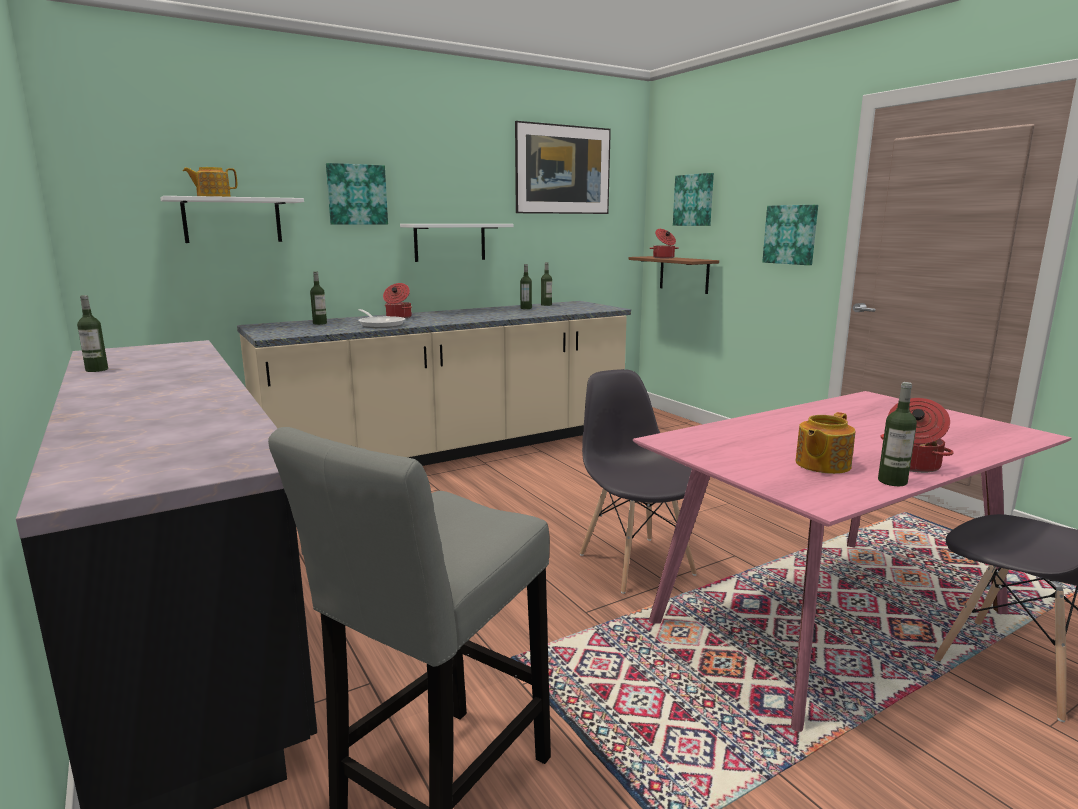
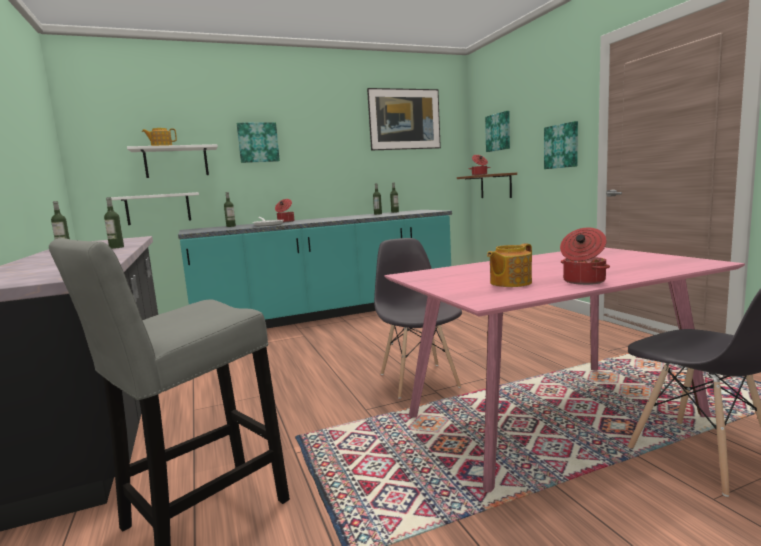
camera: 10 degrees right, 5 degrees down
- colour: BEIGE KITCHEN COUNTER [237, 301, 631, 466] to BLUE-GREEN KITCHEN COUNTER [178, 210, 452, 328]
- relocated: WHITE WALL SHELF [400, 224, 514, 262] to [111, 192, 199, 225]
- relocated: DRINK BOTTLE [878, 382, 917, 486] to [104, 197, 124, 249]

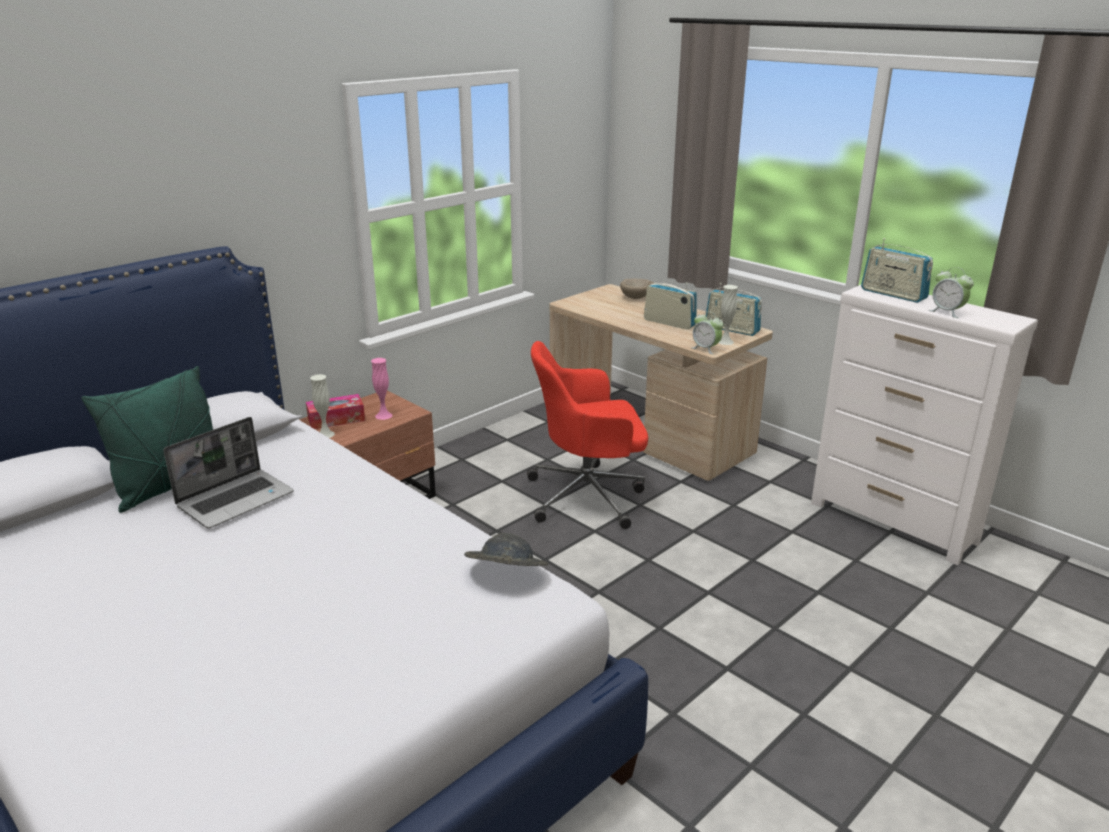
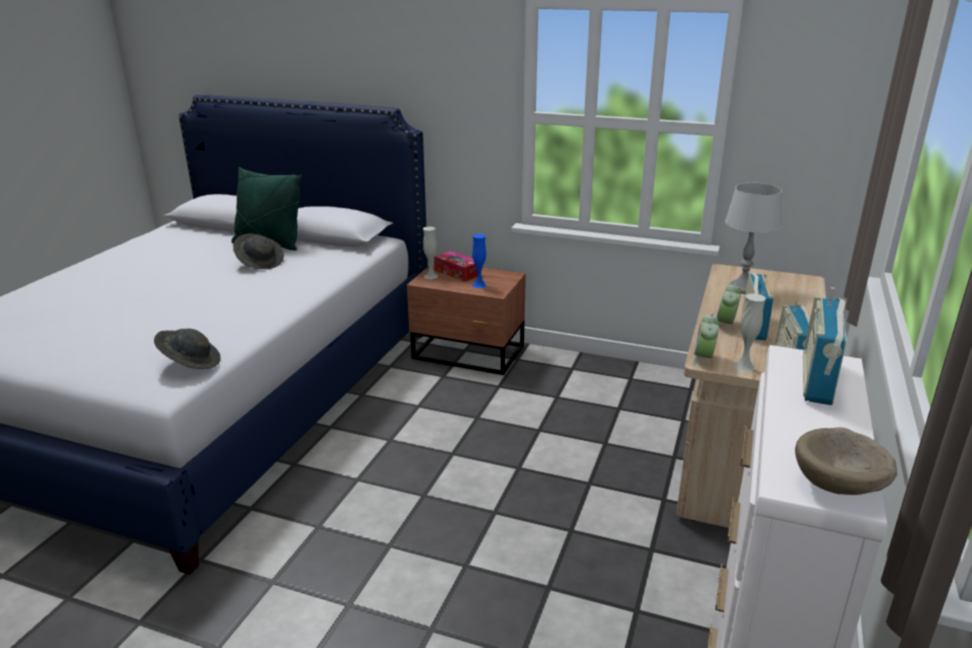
camera: 65 degrees right, 0 degrees up
- exchanged: PORTABLE COMPUTER [163, 417, 294, 528] to GREYISH CLOTHING HAT [233, 233, 284, 269]
- colour: PINKISH VASE [371, 358, 392, 420] to BLUISH VASE [472, 234, 487, 288]
- missing: RED DESK CHAIR [527, 341, 648, 529]
- relocated: BEIGE SERVING BOWL [620, 278, 654, 299] to [795, 427, 897, 495]
- relocated: ALARM CLOCK [929, 267, 974, 318] to [717, 283, 741, 326]
- appeared: GREYISH TABLETOP LAMP [725, 183, 782, 294]

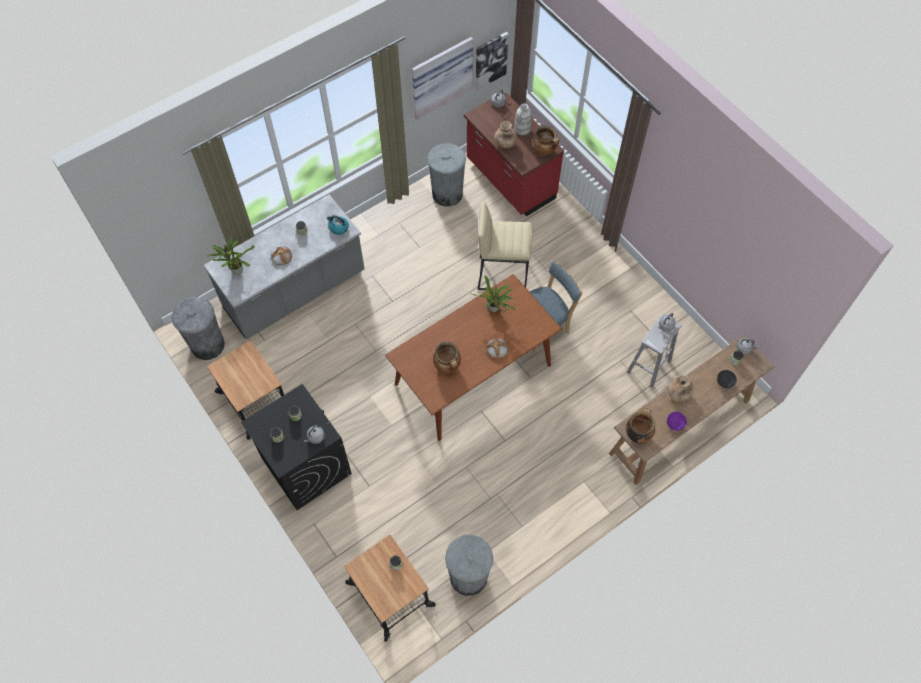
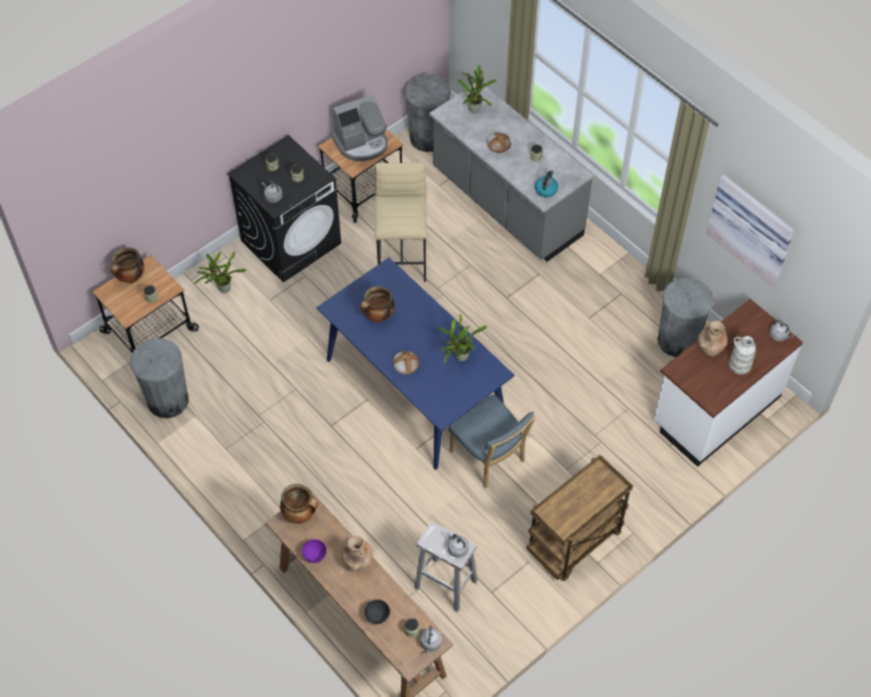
camera: 85 degrees right, 5 degrees down
- colour: BROWNISH DINNER TABLE [385, 274, 562, 441] to BLUISH DINNER TABLE [317, 257, 515, 470]
- colour: RED KITCHEN COUNTER [464, 91, 564, 217] to WHITE KITCHEN COUNTER [654, 299, 803, 467]
- missing: PICTURE [476, 32, 509, 90]
- relocated: BEIGE STOOL [477, 202, 532, 290] to [375, 163, 427, 282]
- relocated: COOKING POT [532, 125, 559, 156] to [111, 247, 144, 283]
- appeared: PLANT IN A POT [194, 252, 246, 293]
- appeared: COFFEE MAKER [332, 94, 388, 161]
- appeared: BROWNISH TROLLEY [526, 455, 633, 581]

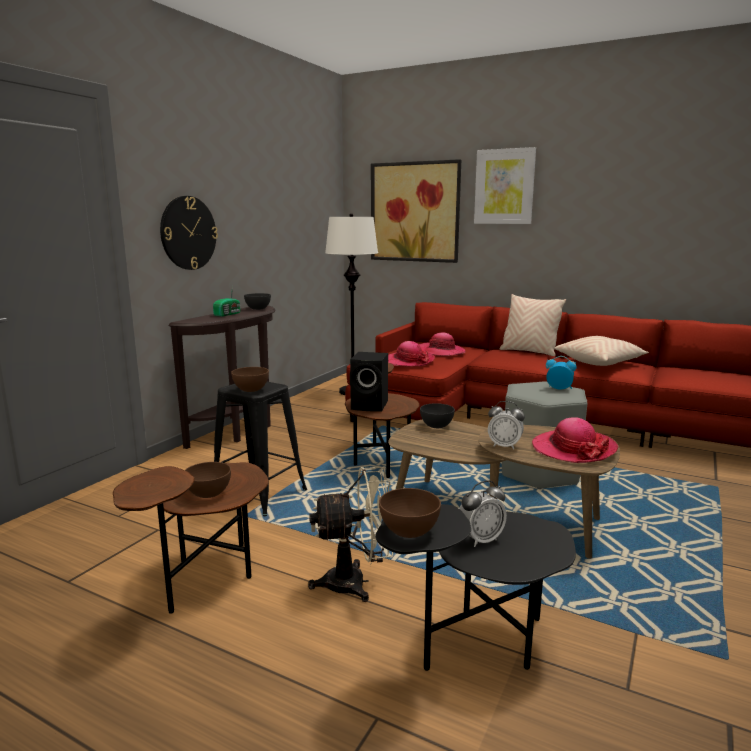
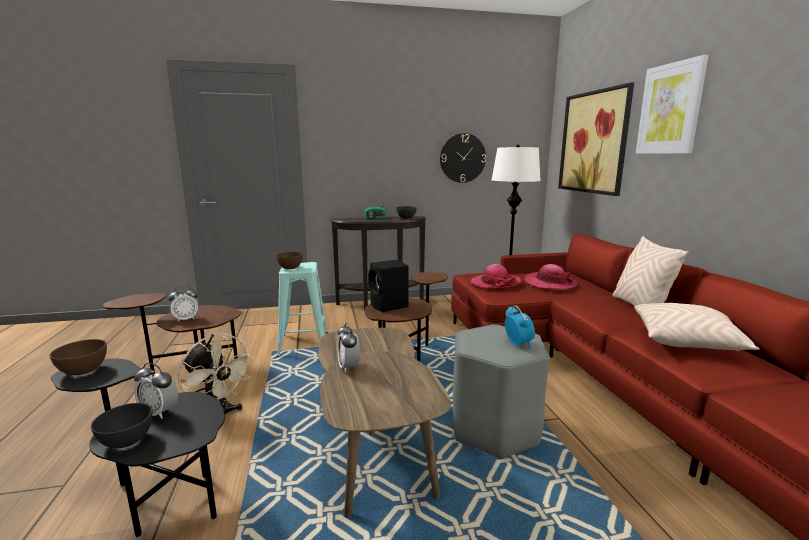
camera: 50 degrees right, 0 degrees up
- relocated: CLOCK ON THE WALL [160, 196, 218, 270] to [440, 133, 486, 183]
- exchanged: BROWNISH SERVING BOWL [185, 462, 231, 498] to ALARM CLOCK [168, 286, 198, 322]
- colour: BLACK STOOL [214, 382, 307, 516] to BLUE-GREEN STOOL [277, 262, 328, 357]
- relocated: GREYISH SERVING BOWL [420, 403, 455, 428] to [91, 403, 153, 448]
- missing: CLOTHING HAT [532, 417, 619, 463]

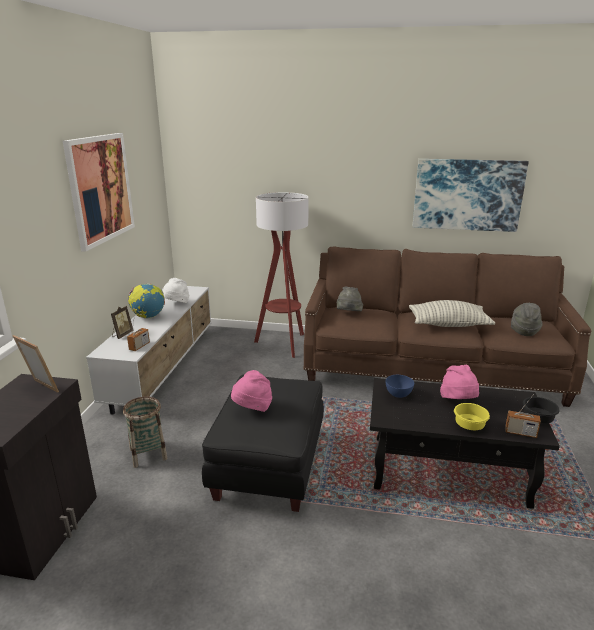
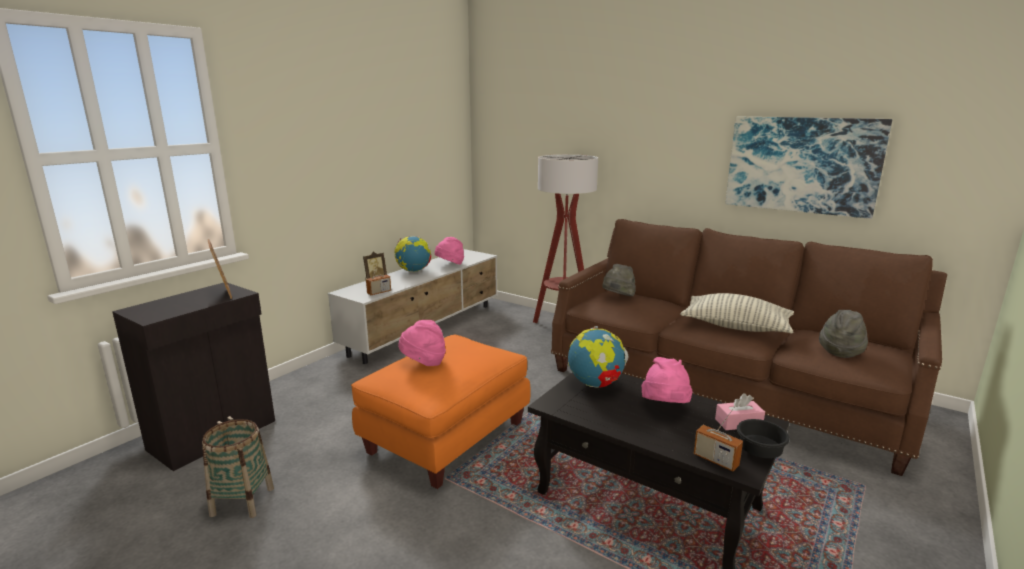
camera: 25 degrees right, 5 degrees down
- missing: PICTURE [63, 133, 135, 252]
- relocated: HOUSEHOLD BASKET [123, 397, 167, 468] to [202, 419, 274, 518]
- colour: WHITE CLOTHING HAT [162, 278, 189, 303] to PINKISH CLOTHING HAT [435, 237, 464, 265]
- colour: BLACK POUFFE [202, 374, 324, 512] to ORANGE POUFFE [351, 335, 530, 489]
- exchanged: BLUISH SERVING BOWL [386, 375, 414, 398] to DESK GLOBE [568, 326, 629, 388]
- missing: YELLOW-COLOURED SERVING BOWL [454, 403, 490, 430]
- appeared: PINKISH TISSUE HOLDER [715, 393, 765, 430]

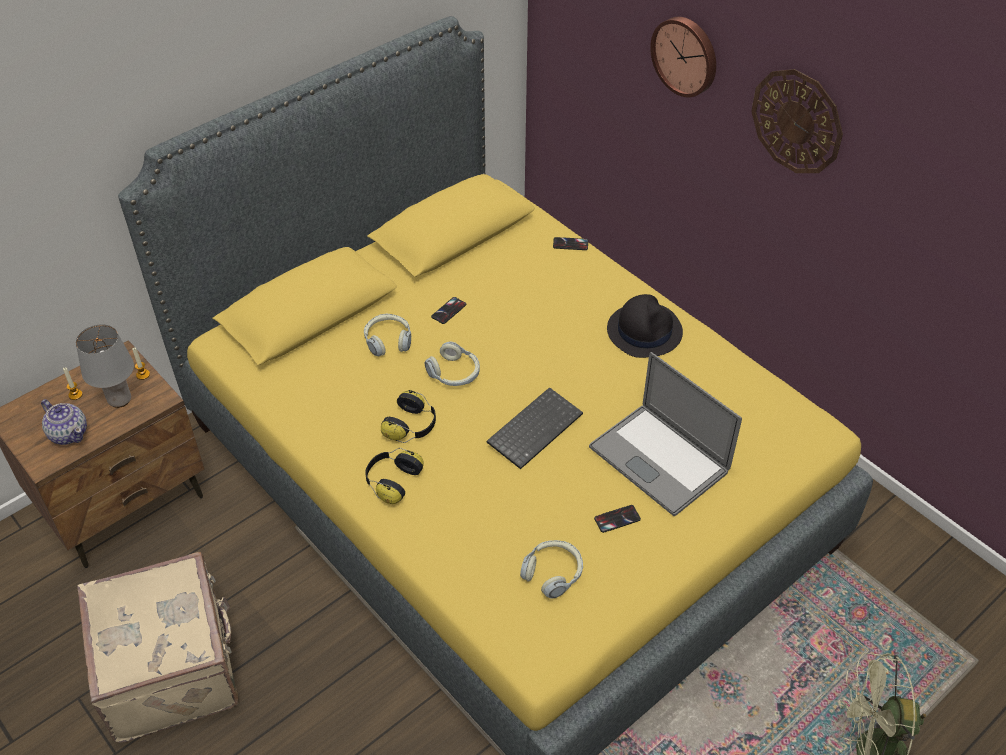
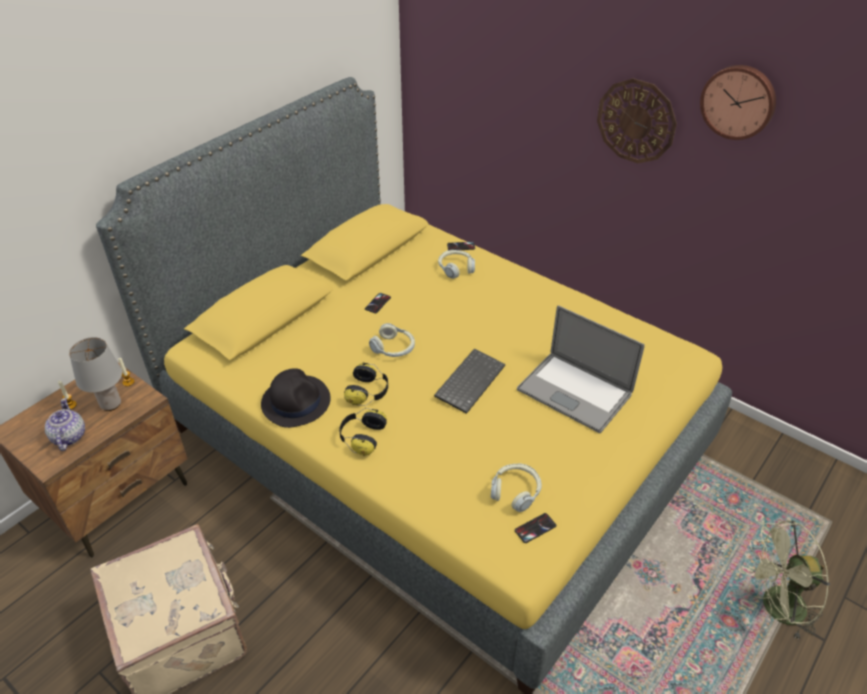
camera: 10 degrees left, 5 degrees down
- spun: POT FOR TEA [41, 399, 87, 445] = [45, 398, 85, 451] 135 degrees counterclockwise
- relocated: PAIR OF HEADPHONES [364, 314, 411, 356] to [438, 250, 475, 279]
- relocated: TELEPHONE [594, 505, 641, 533] to [515, 513, 556, 543]
- relocated: BLACK CLOTHING HAT [607, 294, 683, 358] to [261, 368, 331, 428]
- relocated: CLOCK ON THE WALL [650, 17, 716, 97] to [700, 65, 776, 140]

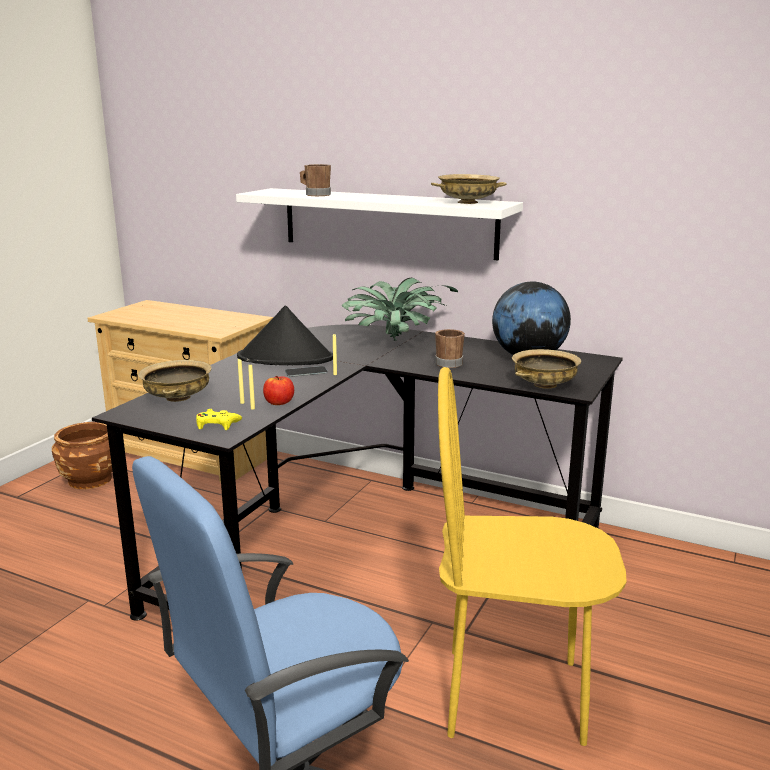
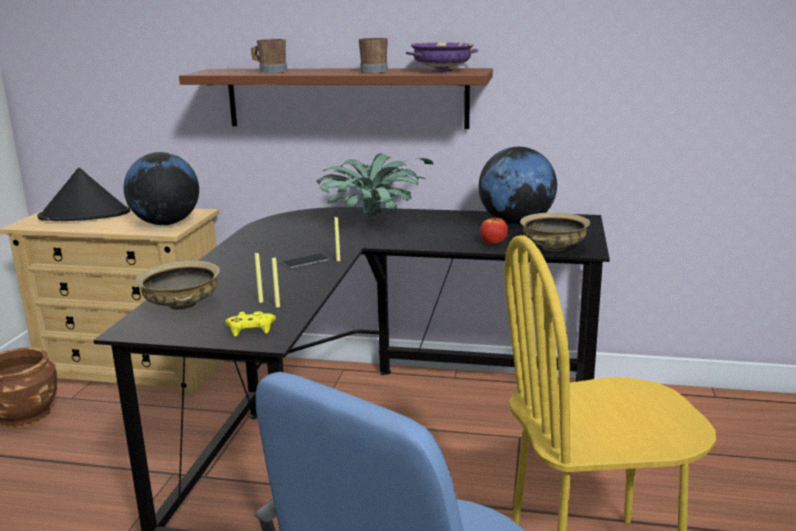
camera: 15 degrees left, 0 degrees up
- colour: WHITE WALL SHELF [236, 188, 523, 261] to BROWNISH WALL SHELF [179, 68, 493, 129]
- relocated: BLACK CLOTHING HAT [237, 306, 333, 365] to [37, 168, 130, 221]
- relocated: APPLE FRUIT [263, 376, 294, 405] to [480, 217, 508, 244]
- colour: BEIGE SERVING BOWL [431, 174, 507, 204] to PURPLE SERVING BOWL [406, 42, 478, 72]
- relocated: BROWNISH COFFEE MUG [435, 329, 465, 368] to [358, 38, 388, 73]
- appeared: DESK GLOBE [124, 152, 199, 225]

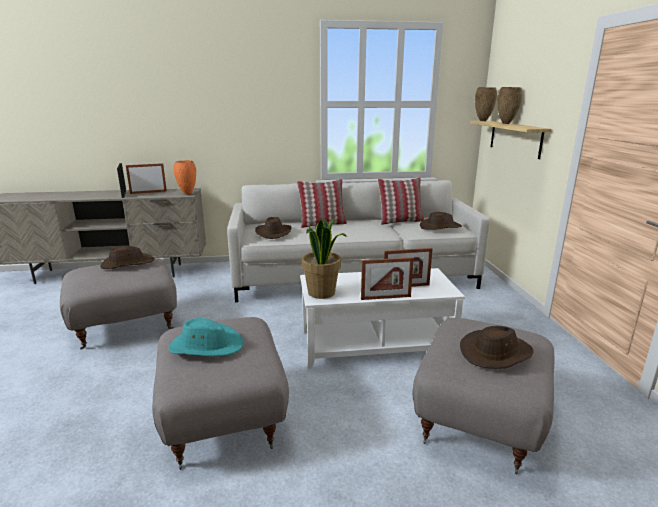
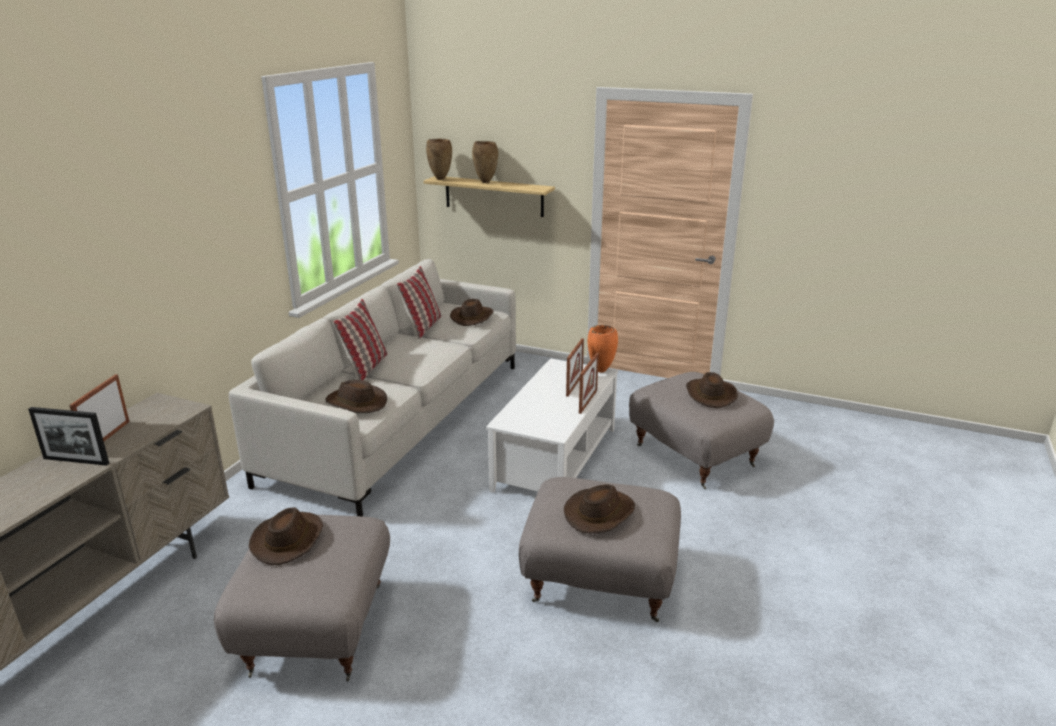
camera: 60 degrees left, 5 degrees up
- colour: BLUE-GREEN CLOTHING HAT [169, 318, 243, 357] to BROWNISH CLOTHING HAT [564, 484, 635, 533]
- relocated: ORANGE VASE [174, 160, 196, 195] to [588, 325, 618, 373]
- missing: PLANT IN A POT [302, 219, 347, 299]

